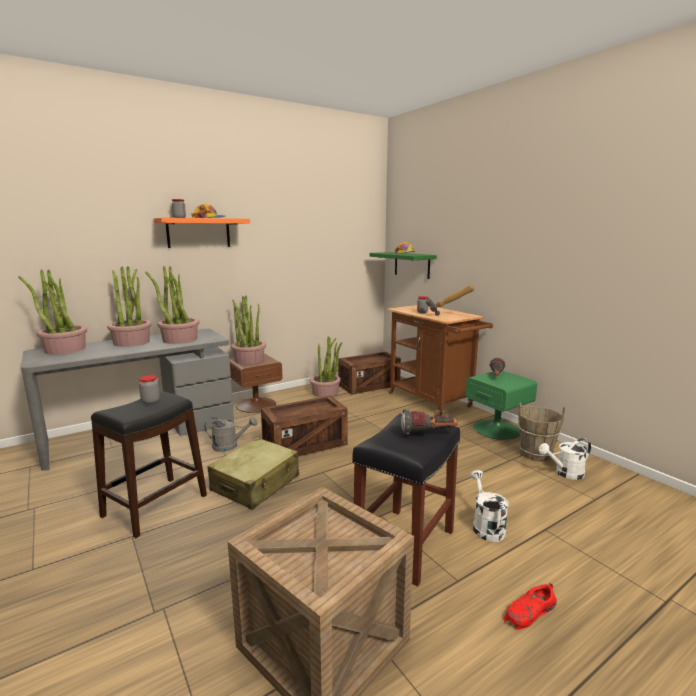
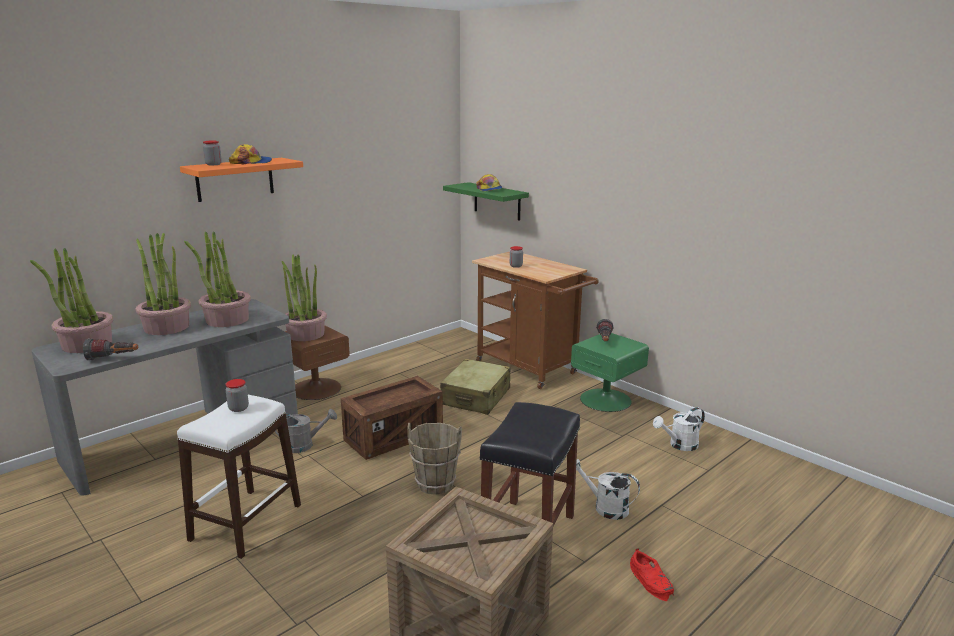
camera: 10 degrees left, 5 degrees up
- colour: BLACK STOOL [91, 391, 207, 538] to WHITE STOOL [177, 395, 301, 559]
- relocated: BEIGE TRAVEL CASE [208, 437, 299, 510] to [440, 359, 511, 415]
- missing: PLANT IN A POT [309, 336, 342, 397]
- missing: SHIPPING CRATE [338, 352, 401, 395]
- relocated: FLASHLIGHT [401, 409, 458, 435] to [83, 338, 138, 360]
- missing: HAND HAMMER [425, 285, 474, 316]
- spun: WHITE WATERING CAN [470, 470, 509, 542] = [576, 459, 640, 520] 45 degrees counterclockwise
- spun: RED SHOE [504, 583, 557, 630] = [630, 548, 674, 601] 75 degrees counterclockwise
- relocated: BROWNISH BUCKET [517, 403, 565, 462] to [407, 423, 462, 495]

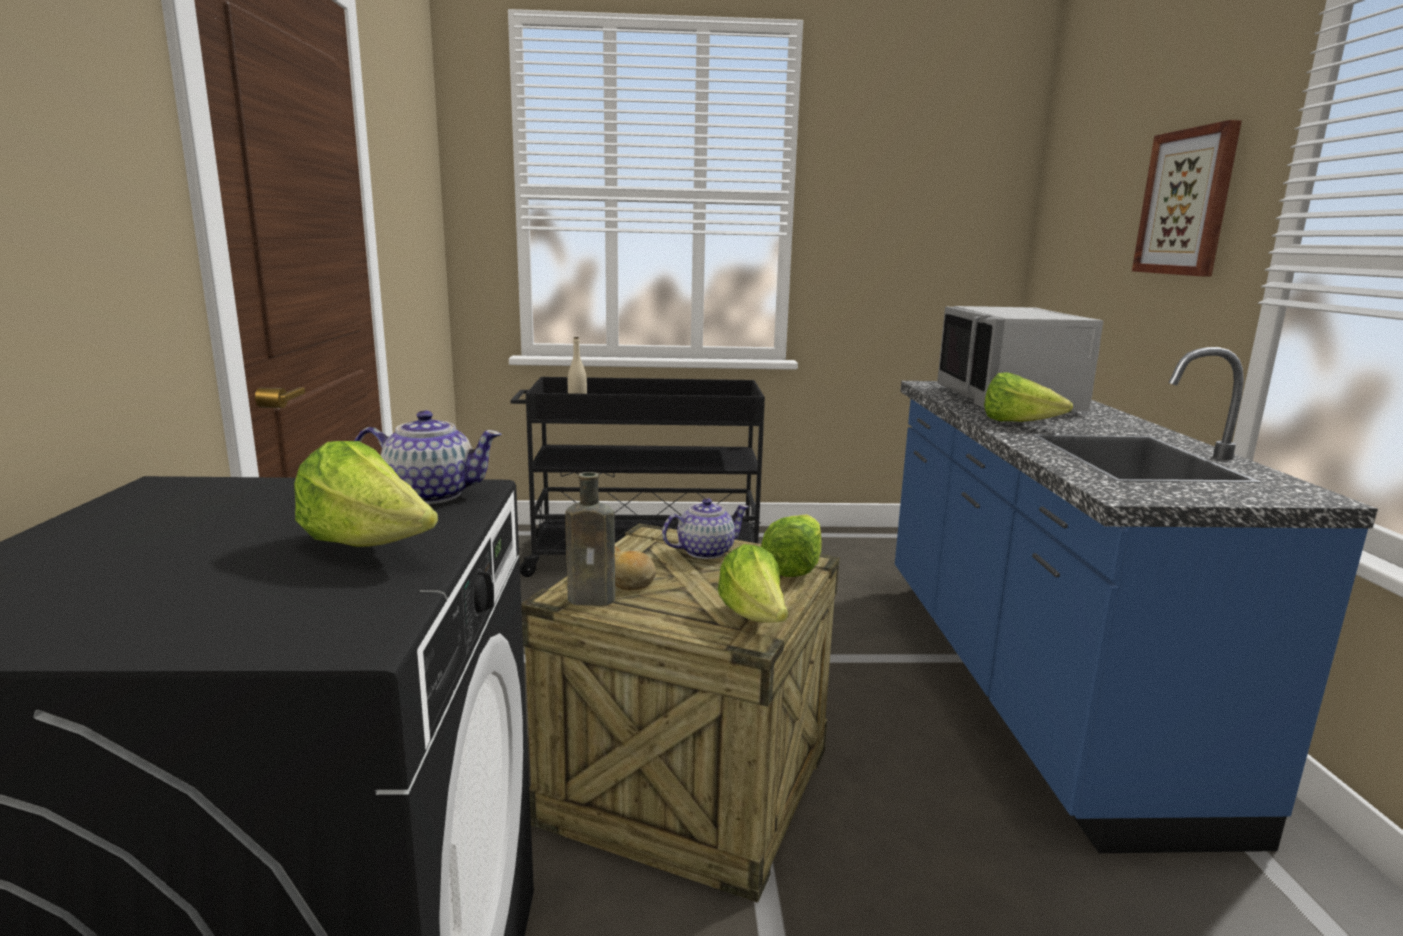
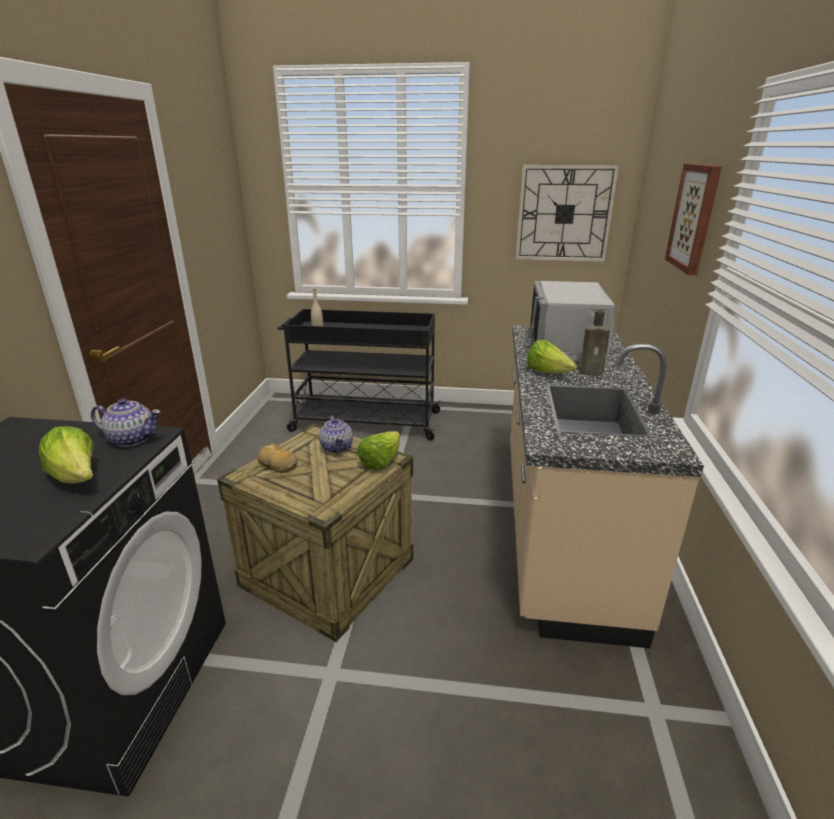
camera: 10 degrees right, 10 degrees up
- relocated: BROWNISH DRINK BOTTLE [565, 472, 615, 606] to [580, 310, 610, 376]
- spun: POT FOR TEA [662, 498, 749, 559] = [319, 416, 353, 453] 90 degrees clockwise
- missing: LETTUCE [718, 544, 788, 623]
- colour: BLUISH KITCHEN COUNTER [895, 347, 1378, 853] to BEIGE KITCHEN COUNTER [510, 325, 704, 648]
- appeared: CLOCK ON THE WALL [516, 165, 619, 262]

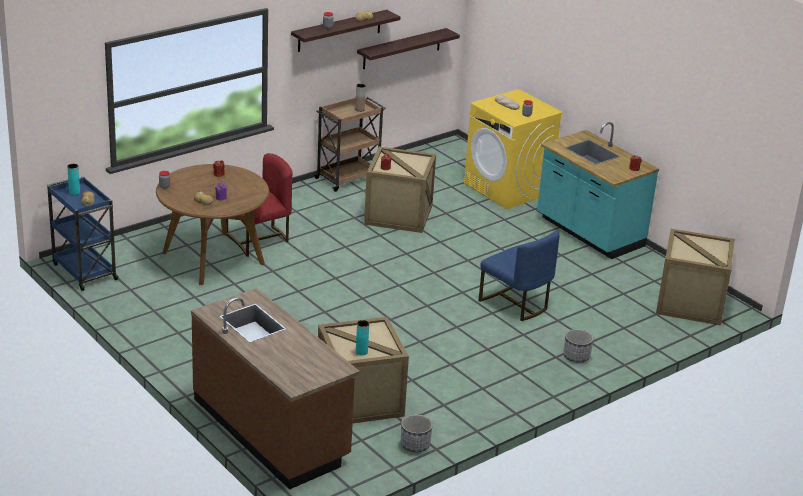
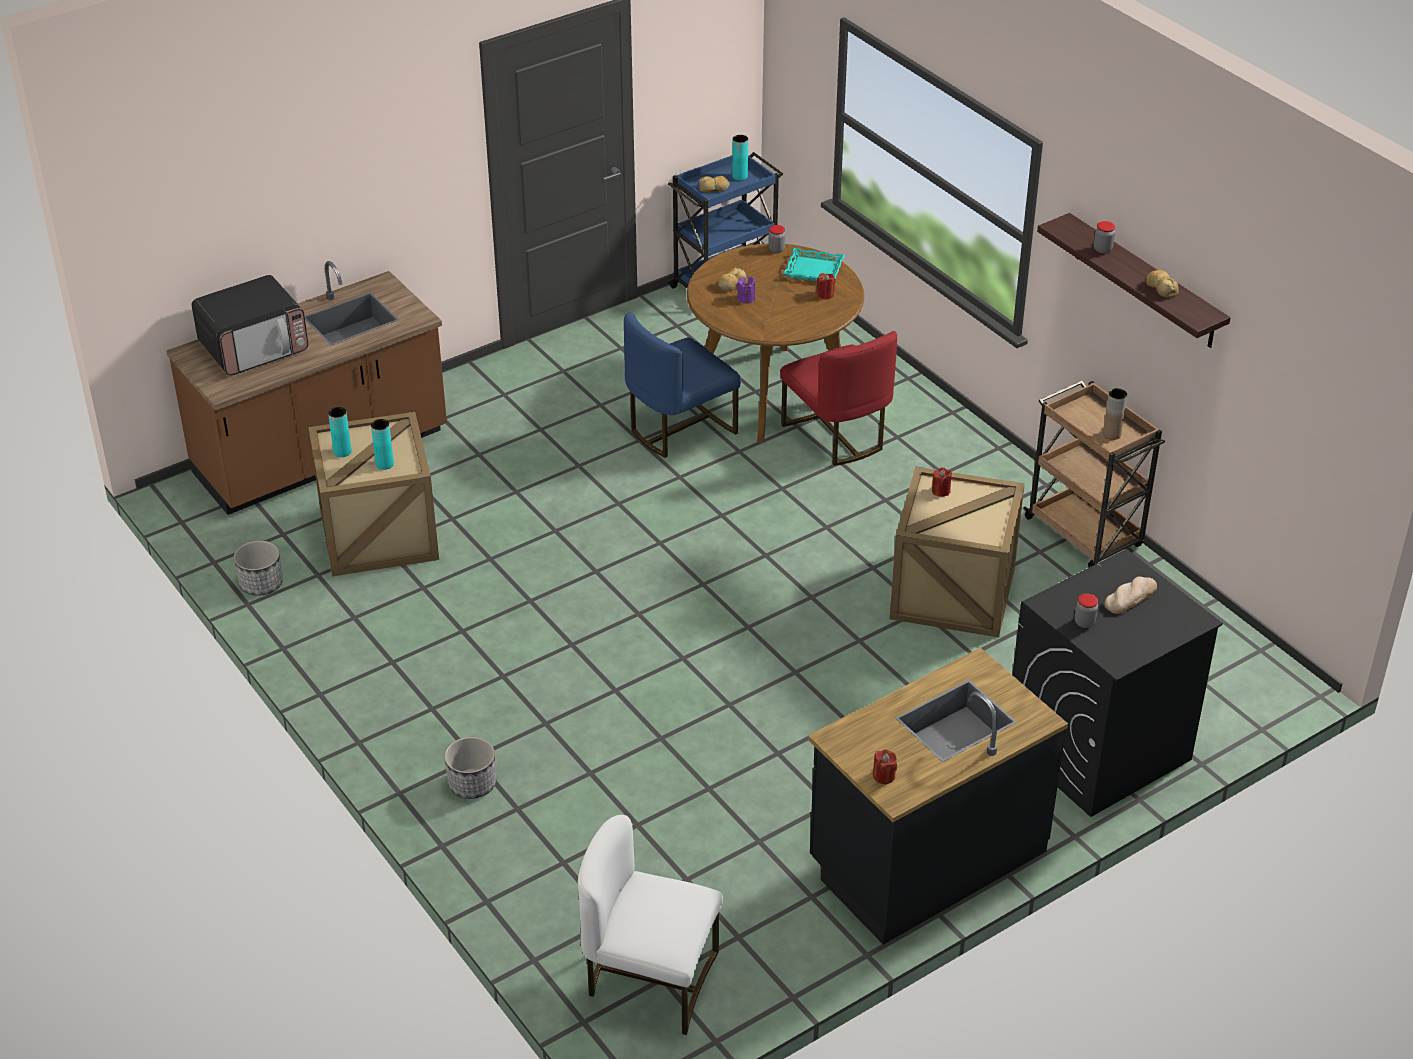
camera: 95 degrees right, 10 degrees up
- missing: WALL SHELF [357, 28, 460, 69]
- colour: YELLOW-COLOURED WASHING MACHINE [464, 89, 563, 209] to BLACK WASHING MACHINE [1012, 549, 1223, 817]
- relocated: BLUISH UPRIGHT CHAIR [479, 230, 560, 321] to [624, 312, 741, 458]
- colour: BLUE-GREEN KITCHEN COUNTER [537, 122, 659, 259] to BLACK KITCHEN COUNTER [808, 648, 1068, 945]
- exchanged: SHIPPING CRATE [656, 229, 735, 325] to WHITE UPRIGHT CHAIR [578, 815, 723, 1035]
- appeared: MICROWAVE OVEN [191, 275, 308, 376]
- appeared: BLUE-GREEN VASE [371, 419, 394, 470]
- appeared: BLUE-GREEN TRAY [783, 248, 845, 281]

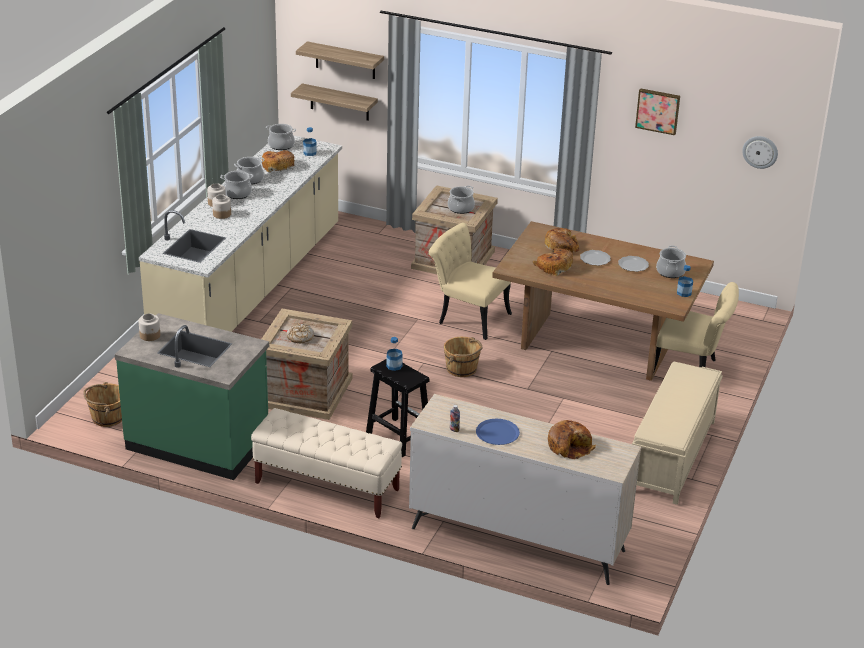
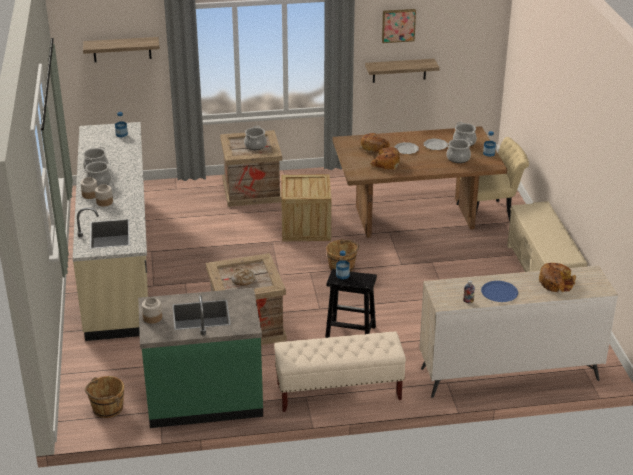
camera: 30 degrees left, 0 degrees up
- missing: BREAD [262, 150, 294, 172]
- relocated: COOKING POT [266, 124, 296, 150] to [446, 139, 473, 163]
- relocated: WALL SHELF [291, 83, 378, 121] to [365, 59, 440, 83]
- exchanged: BEIGE UPRIGHT CHAIR [429, 223, 512, 340] to SHIPPING CRATE [281, 174, 331, 242]
- missing: CLOCK ON THE WALL [742, 136, 778, 169]

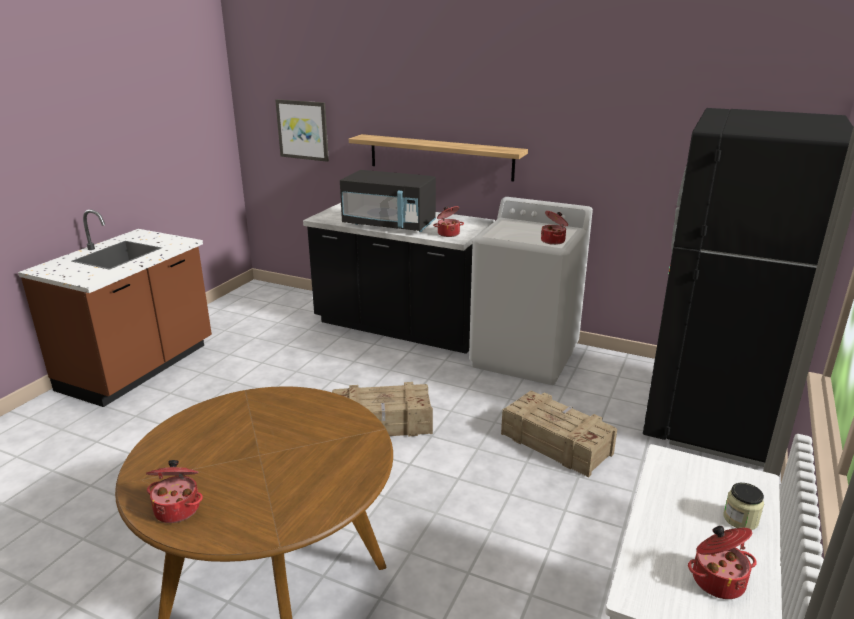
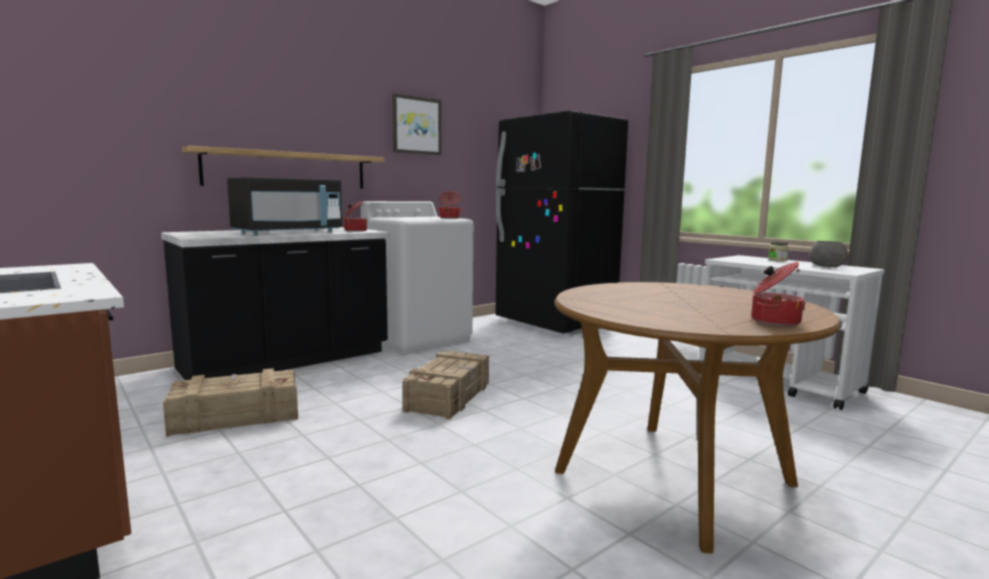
camera: 65 degrees left, 15 degrees down
- relocated: PICTURE [275, 99, 329, 162] to [392, 93, 441, 155]
- relocated: SHIPPING CRATE [501, 391, 617, 478] to [163, 368, 298, 437]
- exchanged: COOKING POT [688, 526, 757, 599] to GREYISH SERVING BOWL [809, 241, 848, 267]

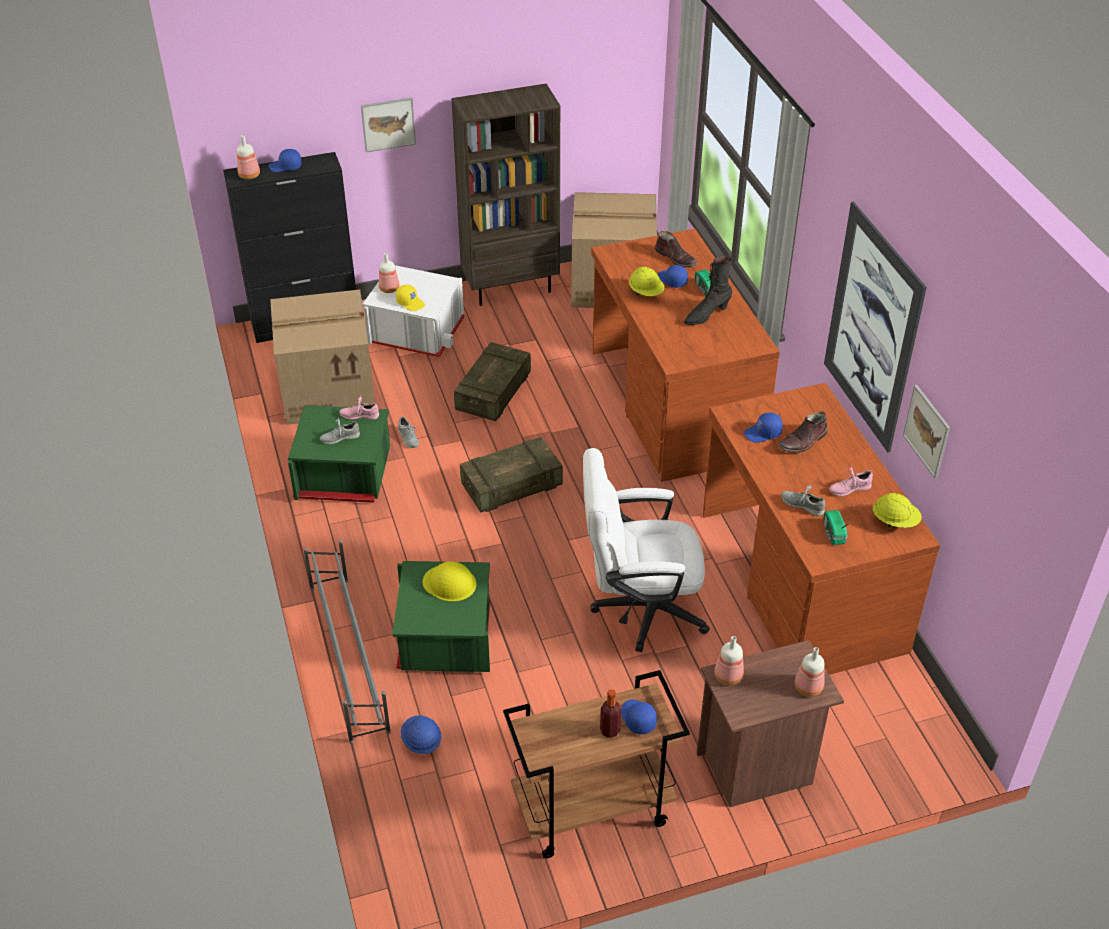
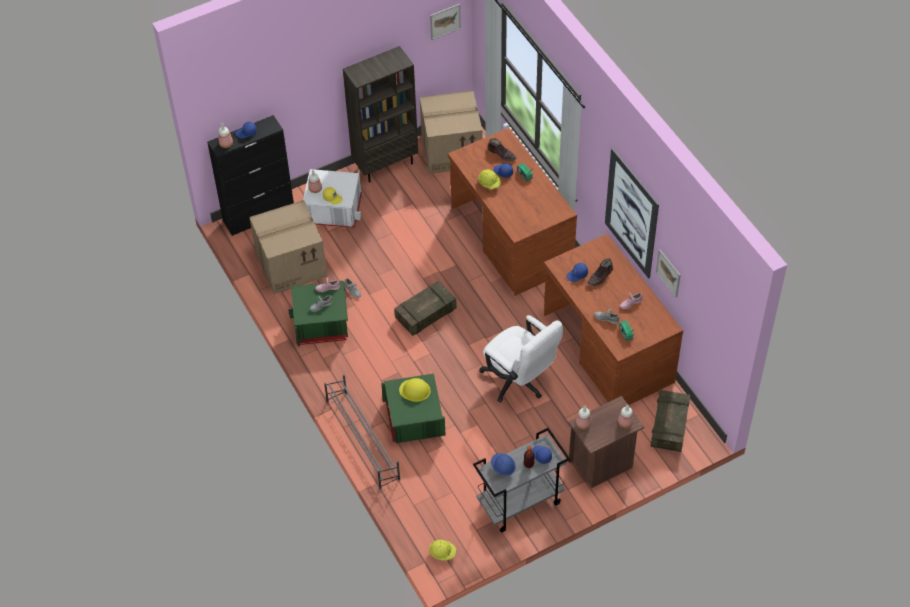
camera: 10 degrees left, 10 degrees up
- relocated: PICTURE [361, 97, 416, 153] to [430, 4, 461, 40]
- relocated: BLUISH HARD HAT [401, 715, 441, 754] to [491, 453, 516, 476]
- relocated: SHIPPING CRATE [454, 342, 531, 421] to [651, 390, 690, 452]
- colour: BROWNISH TROLLEY [503, 670, 690, 858] to GREYISH TROLLEY [473, 428, 570, 533]
- spun: WHITE DESK CHAIR [583, 448, 710, 652] = [479, 315, 563, 403] 120 degrees counterclockwise
- missing: BLACK BOOT [683, 255, 732, 325]
- relocated: YELLOW-COLOURED HARD HAT [873, 493, 922, 528] to [429, 540, 456, 560]

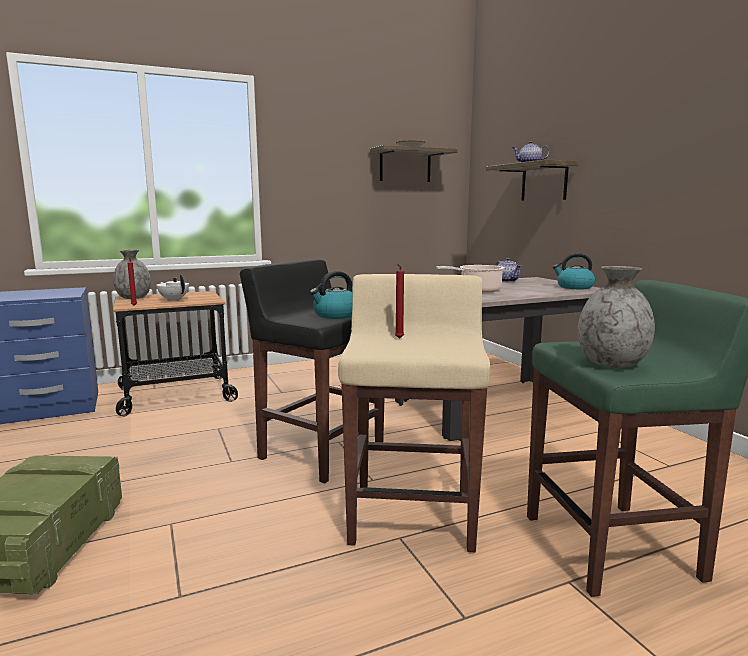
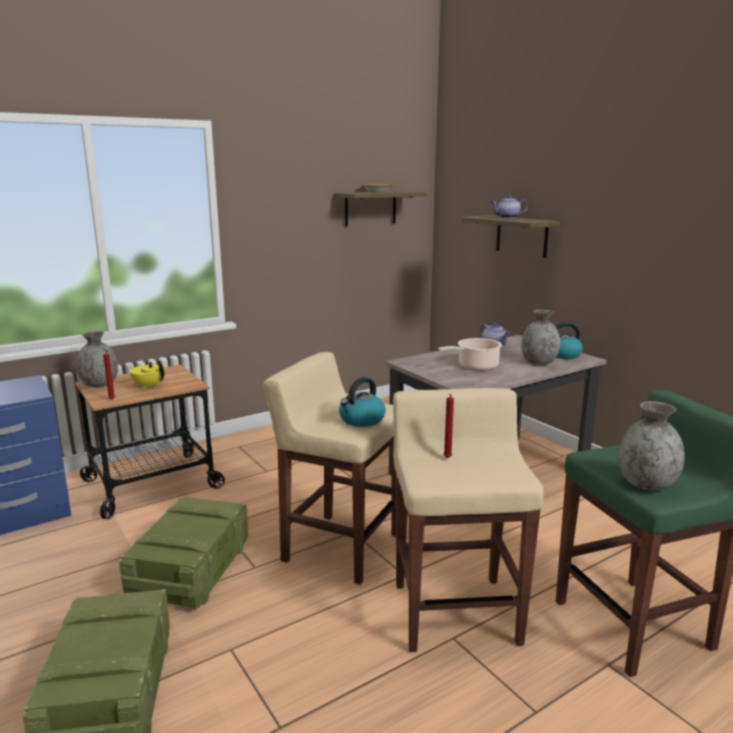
camera: 10 degrees left, 5 degrees up
- colour: WHITE POT FOR TEA [156, 275, 189, 301] to YELLOW-COLOURED POT FOR TEA [130, 360, 165, 389]
- colour: BLACK STOOL [240, 259, 384, 483] to BEIGE STOOL [263, 352, 396, 585]
- appeared: SHIPPING CRATE [119, 497, 248, 609]
- appeared: GREYISH VASE [521, 310, 560, 365]

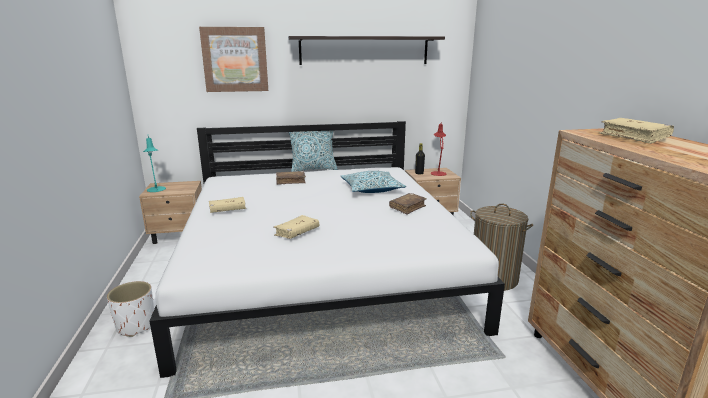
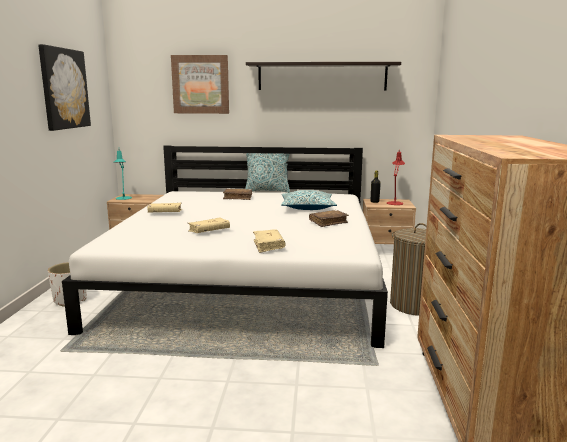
camera: 15 degrees right, 5 degrees down
- relocated: BEIGE BOOK [599, 118, 674, 144] to [253, 229, 286, 253]
- appeared: PICTURE [38, 44, 91, 131]

